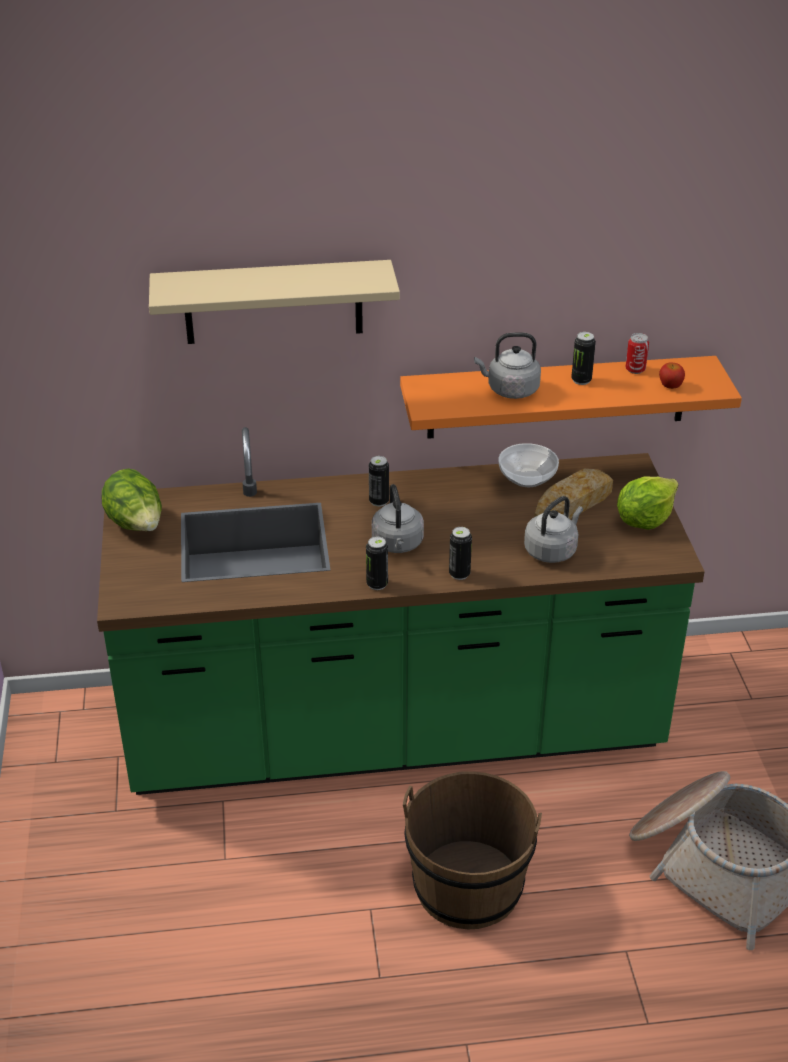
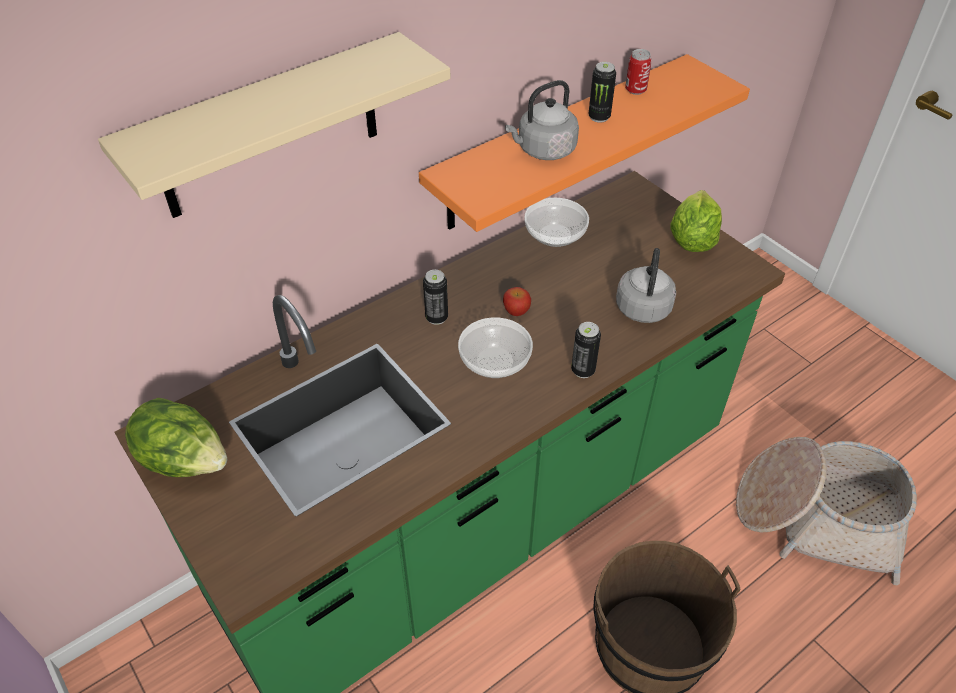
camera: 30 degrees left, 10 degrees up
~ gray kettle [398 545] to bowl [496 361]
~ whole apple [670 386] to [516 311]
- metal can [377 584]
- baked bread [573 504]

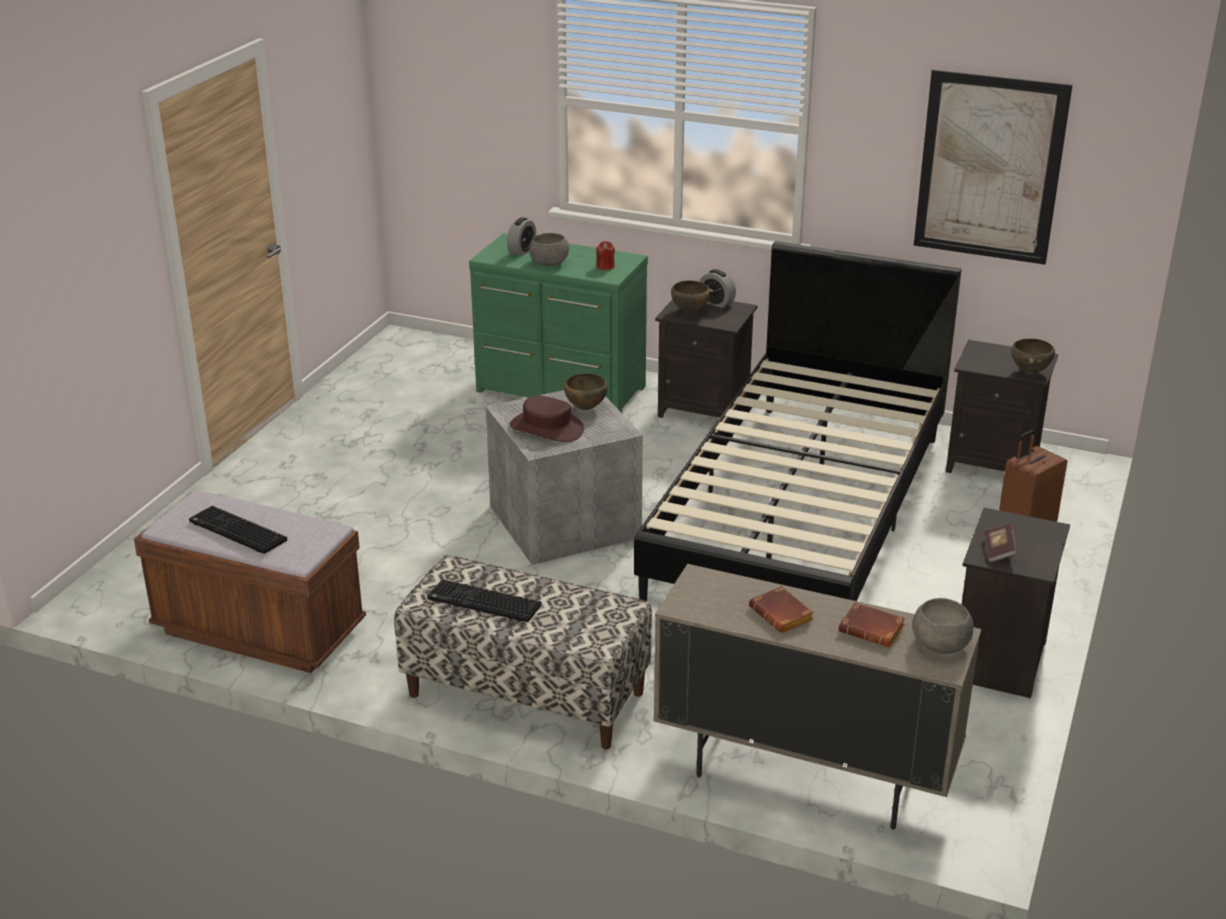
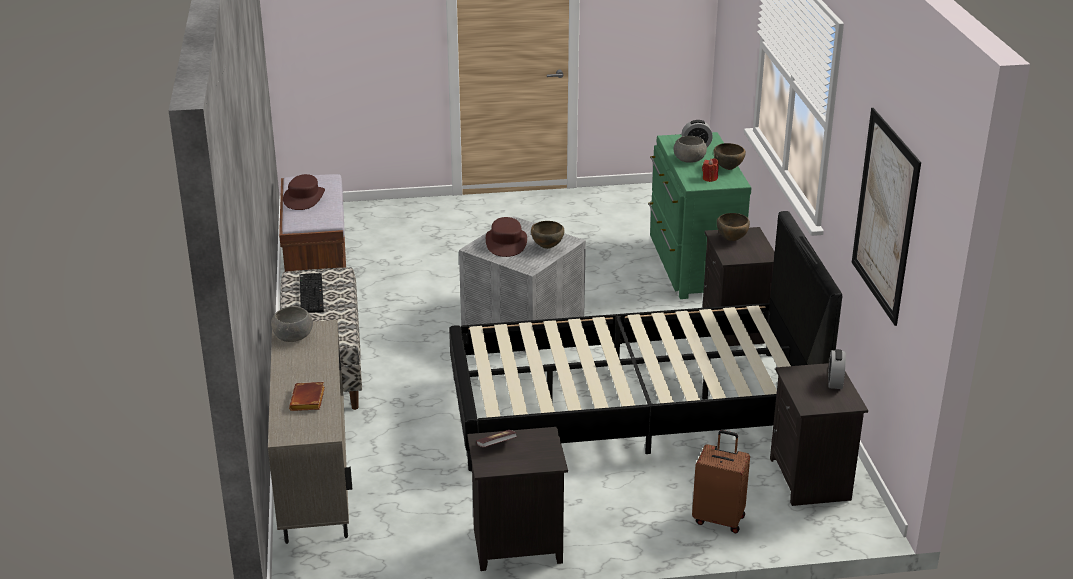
camera: 60 degrees right, 0 degrees up
~ gray bowl [941 644] to [293 336]
~ keyboard [235 532] to brownish hat [304 198]
~ brownish bowl [1030 372] to [728 168]
~ table clock [716 302] to [835 382]
- brownish volume [783 615]

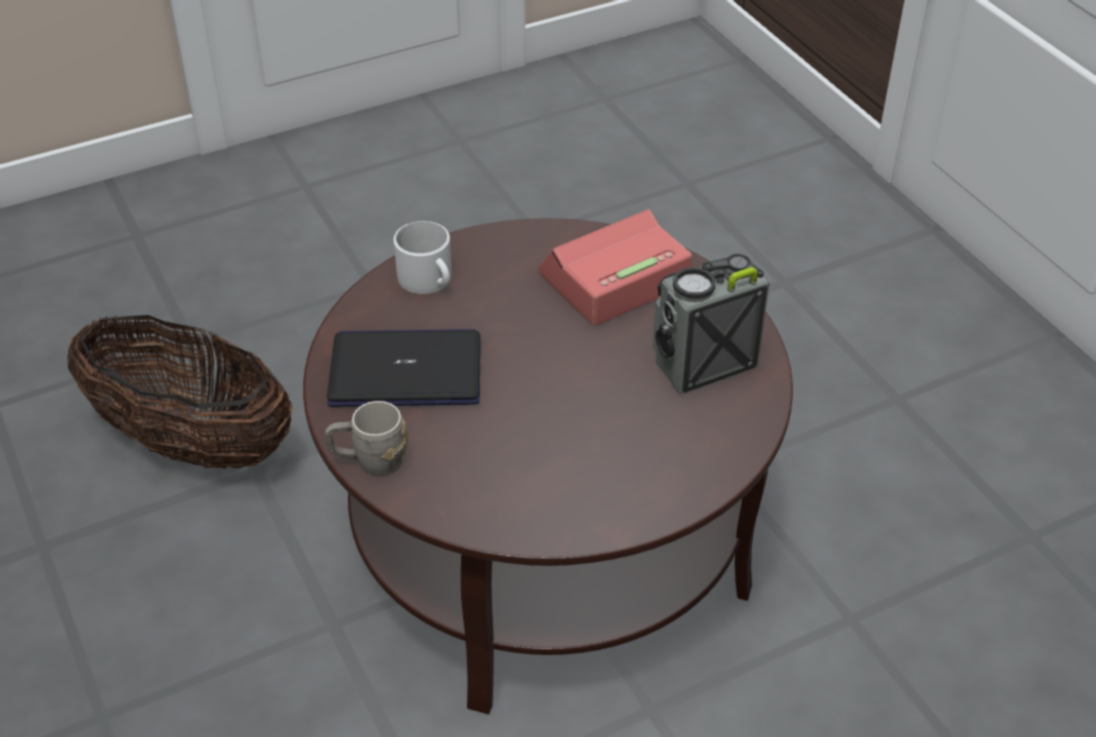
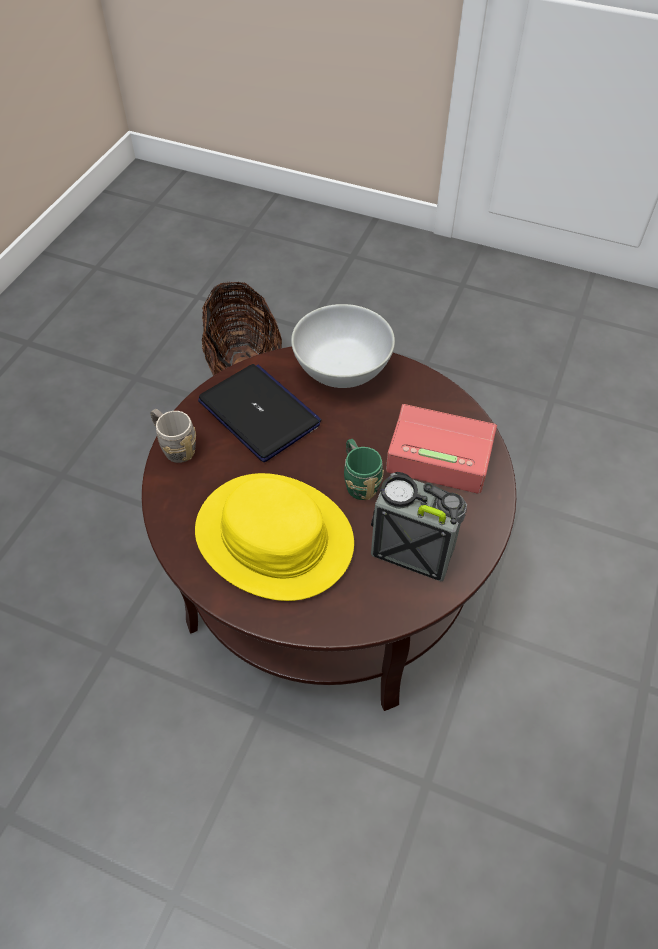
camera: 50 degrees right, 10 degrees up
+ yellowish hat [274 537]
~ whitish mug [428 280] to whitish bowl [342 371]
+ greenish mug [359 481]

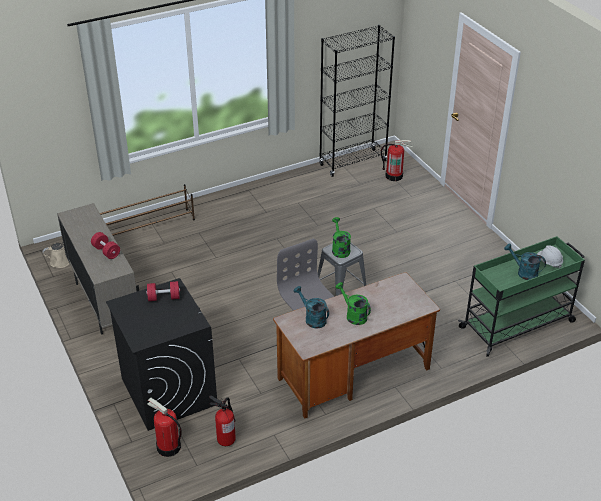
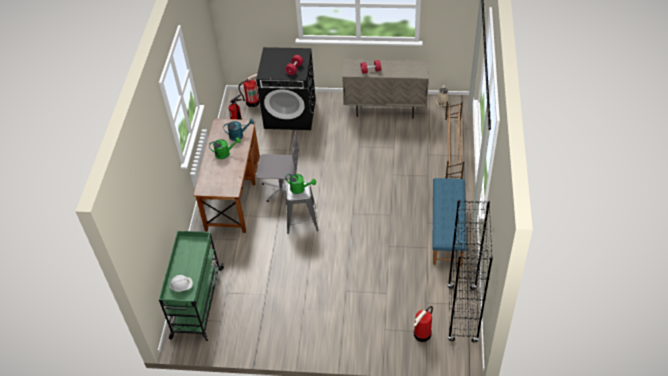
camera: 125 degrees right, 10 degrees up
+ blue-coloured long seat [447 231]
- turquoise-coloured watering pot [523 272]

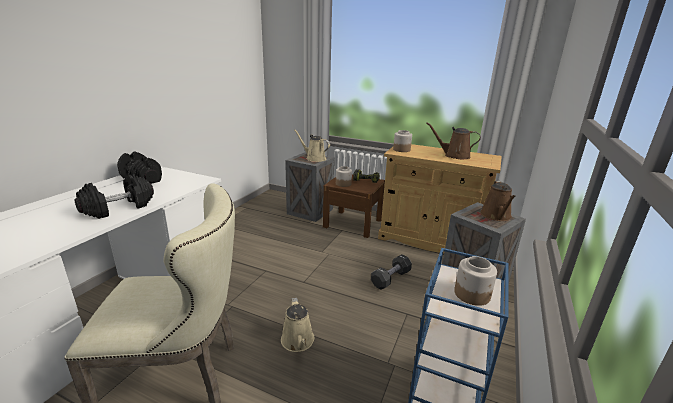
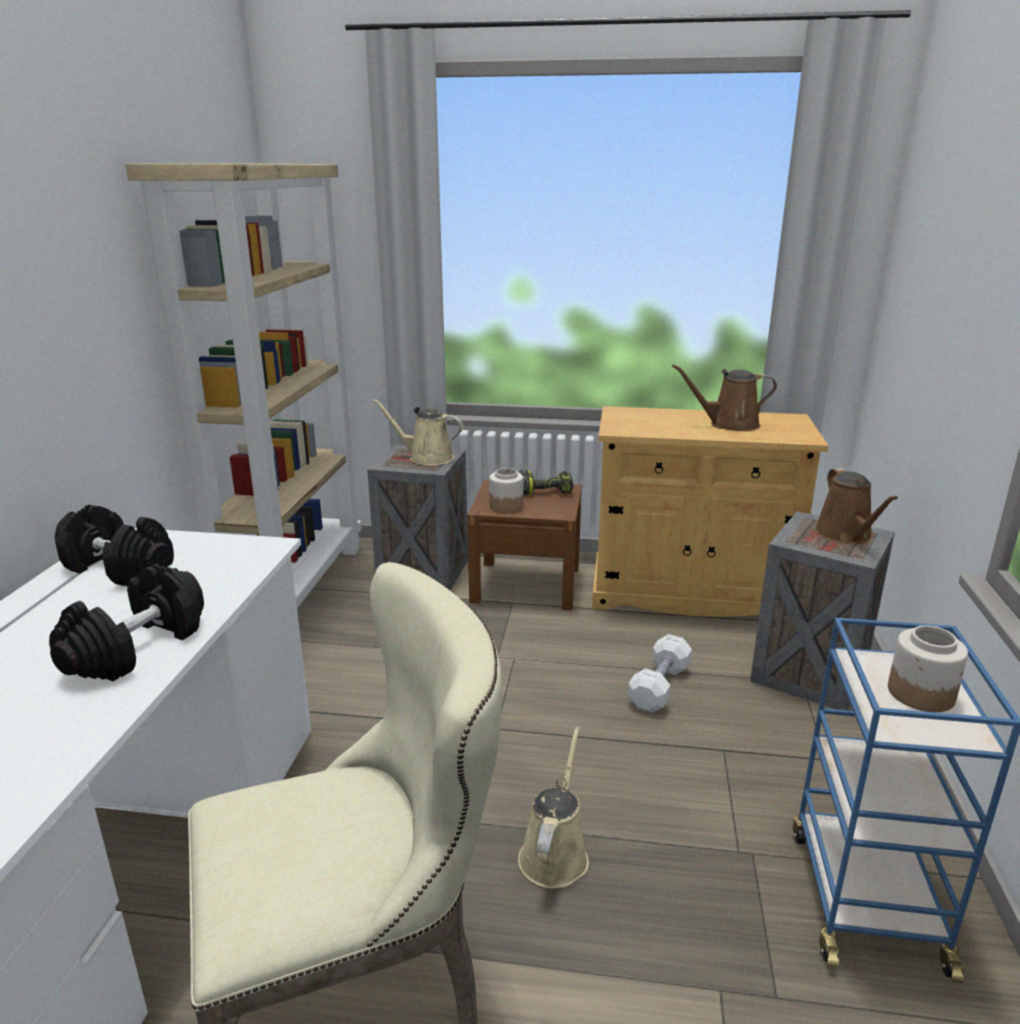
camera: 15 degrees left, 0 degrees up
+ beige shelving unit [295 588]
~ beige watering pot [298 342] = [555 853] 135 degrees counterclockwise
~ blackish free weight [390 278] to whitish free weight [659 687]
- jar [401 150]

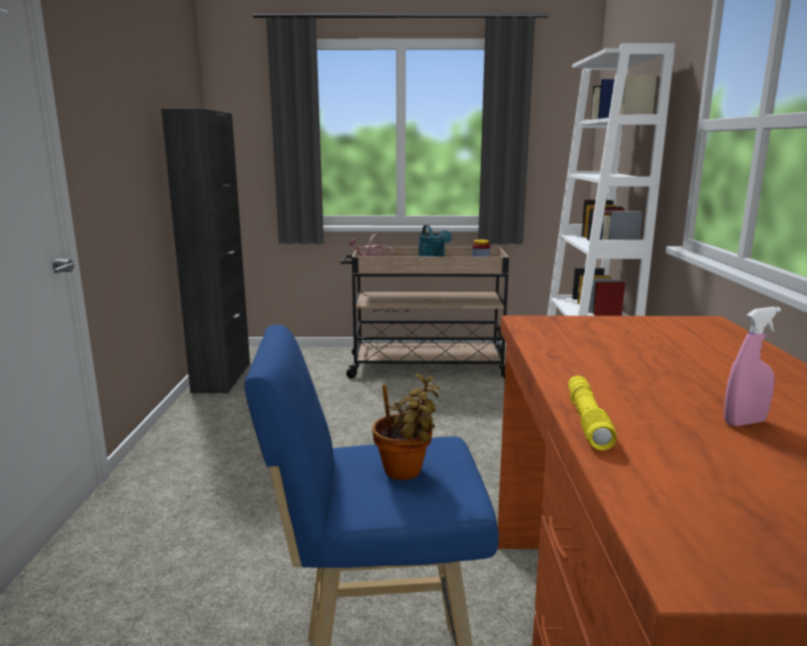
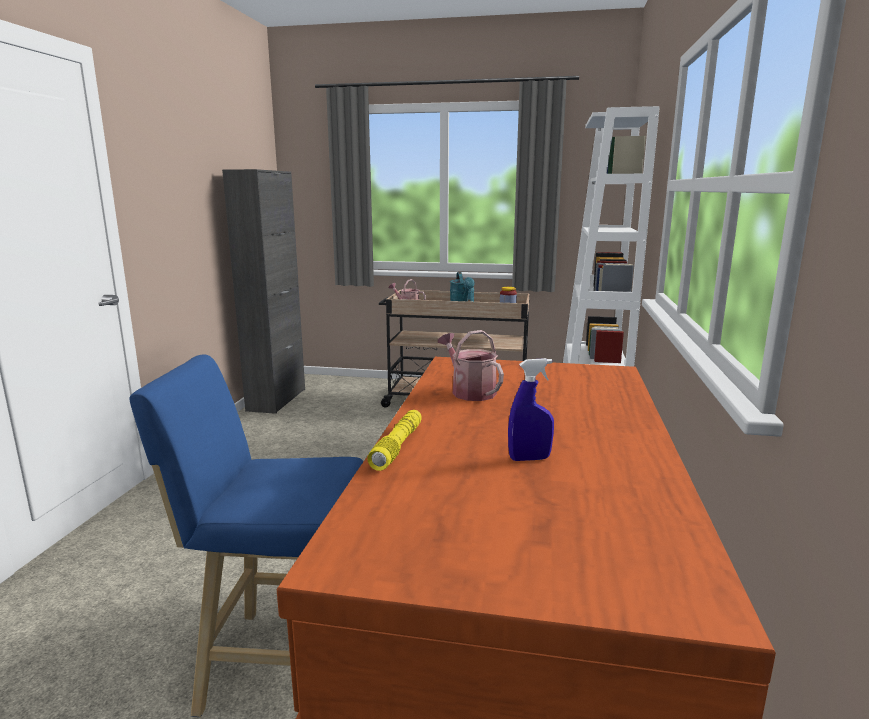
camera: 10 degrees right, 0 degrees up
+ watering pot [470 391]
~ pinkish spray bottle [744 422] to blue-coloured spray bottle [529 458]
- potted plant [406 472]

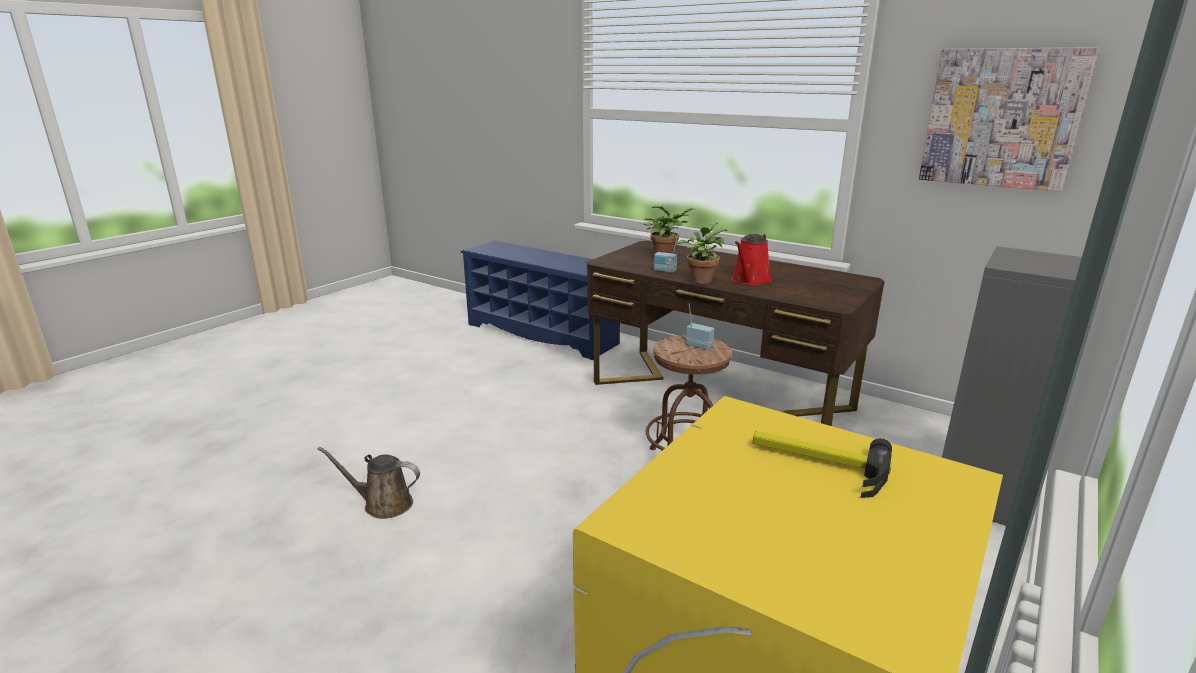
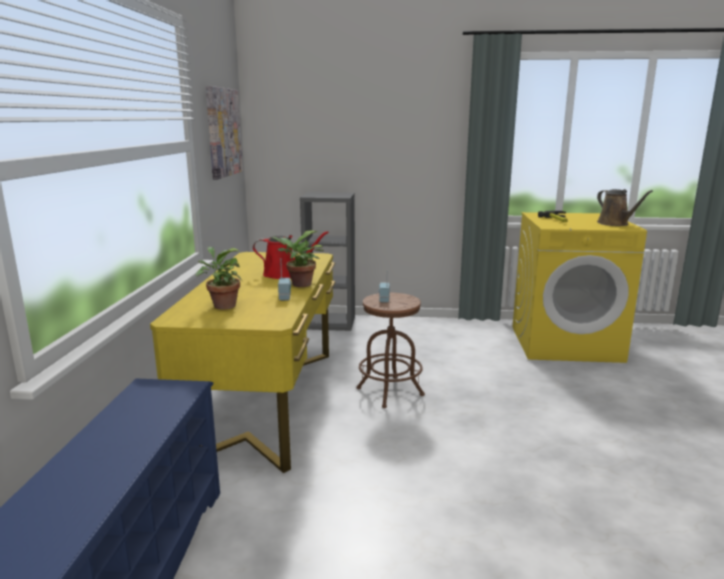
camera: 120 degrees left, 5 degrees down
~ brownish desk unit [719 396] to yellowish desk unit [266 400]
~ brownish watering pot [383 504] to [615 224]

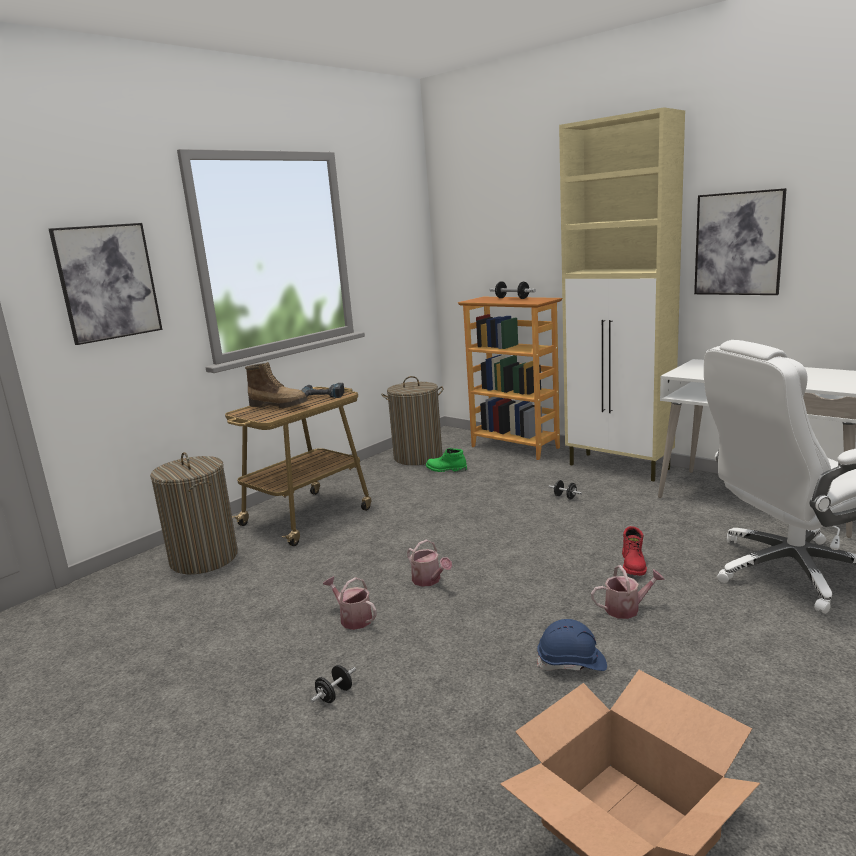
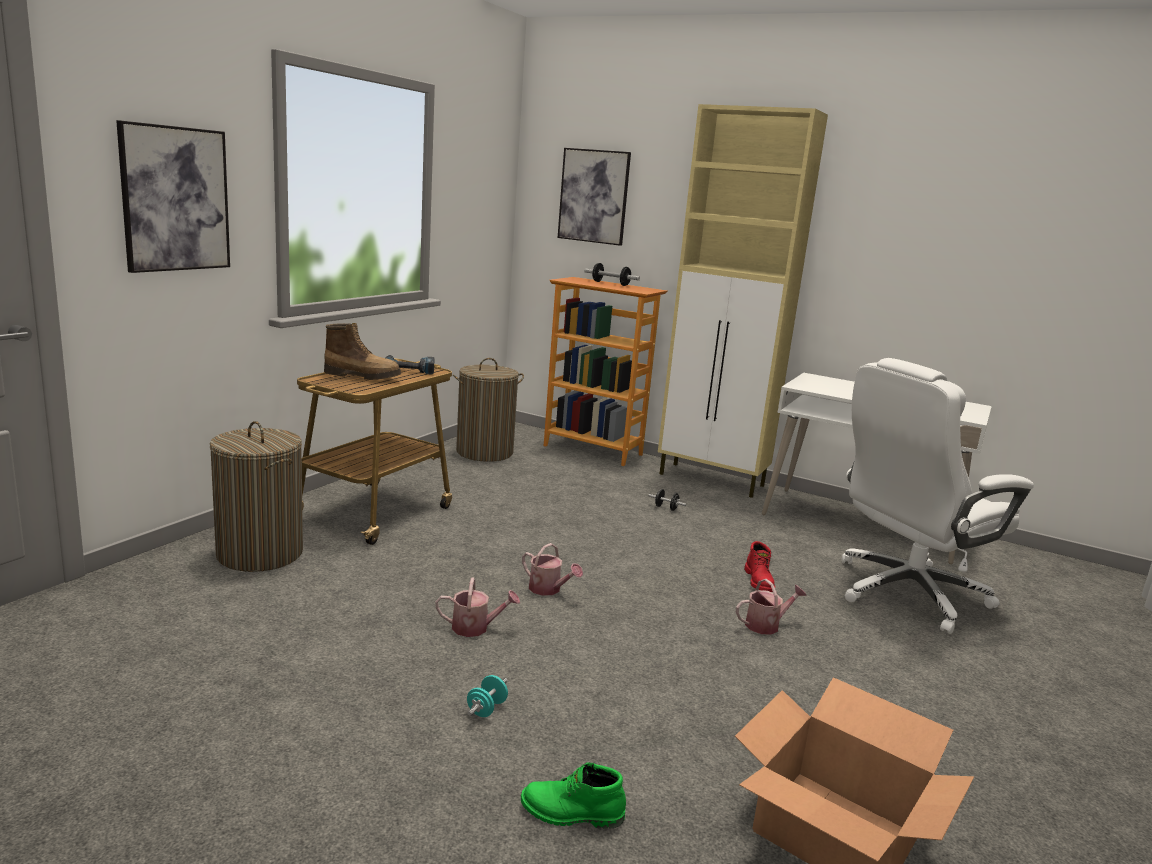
camera: 15 degrees left, 0 degrees up
~ watering pot [353 618] = [475 627] 150 degrees clockwise
~ blackish free weight [335 695] to turquoise-coloured free weight [486 709]
~ greenish high-top boot [446 469] to [571 814]
~ picture [738 244] to [594 196]
- blue-coloured work helmet [572 663]

